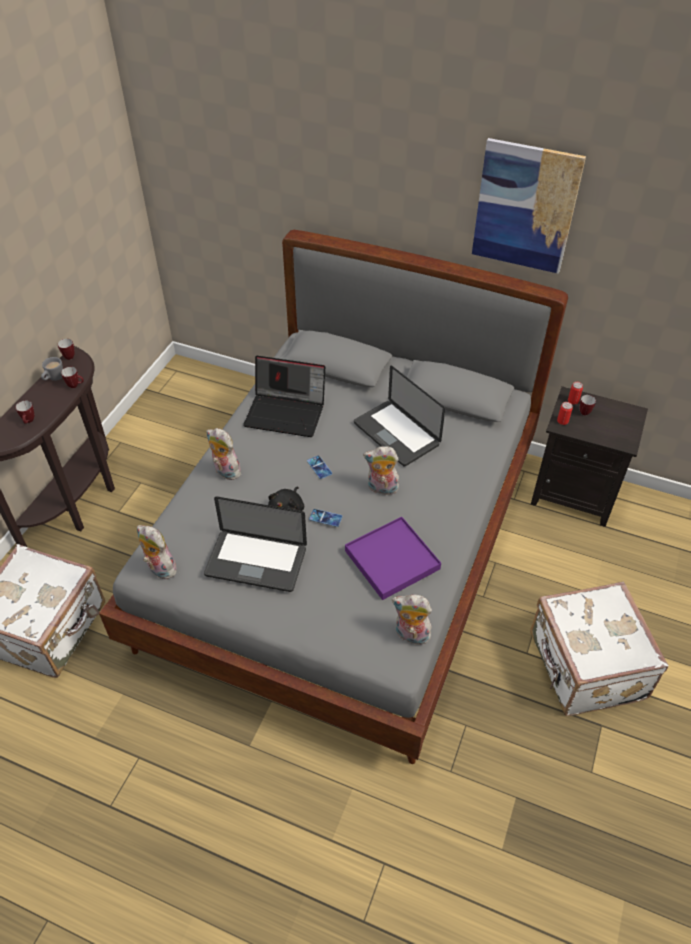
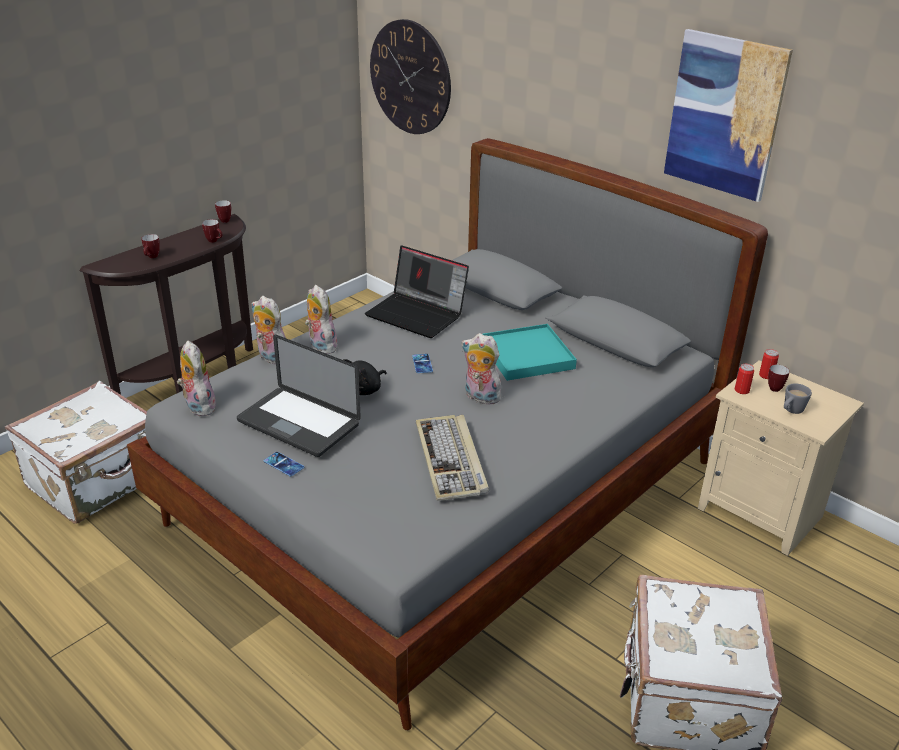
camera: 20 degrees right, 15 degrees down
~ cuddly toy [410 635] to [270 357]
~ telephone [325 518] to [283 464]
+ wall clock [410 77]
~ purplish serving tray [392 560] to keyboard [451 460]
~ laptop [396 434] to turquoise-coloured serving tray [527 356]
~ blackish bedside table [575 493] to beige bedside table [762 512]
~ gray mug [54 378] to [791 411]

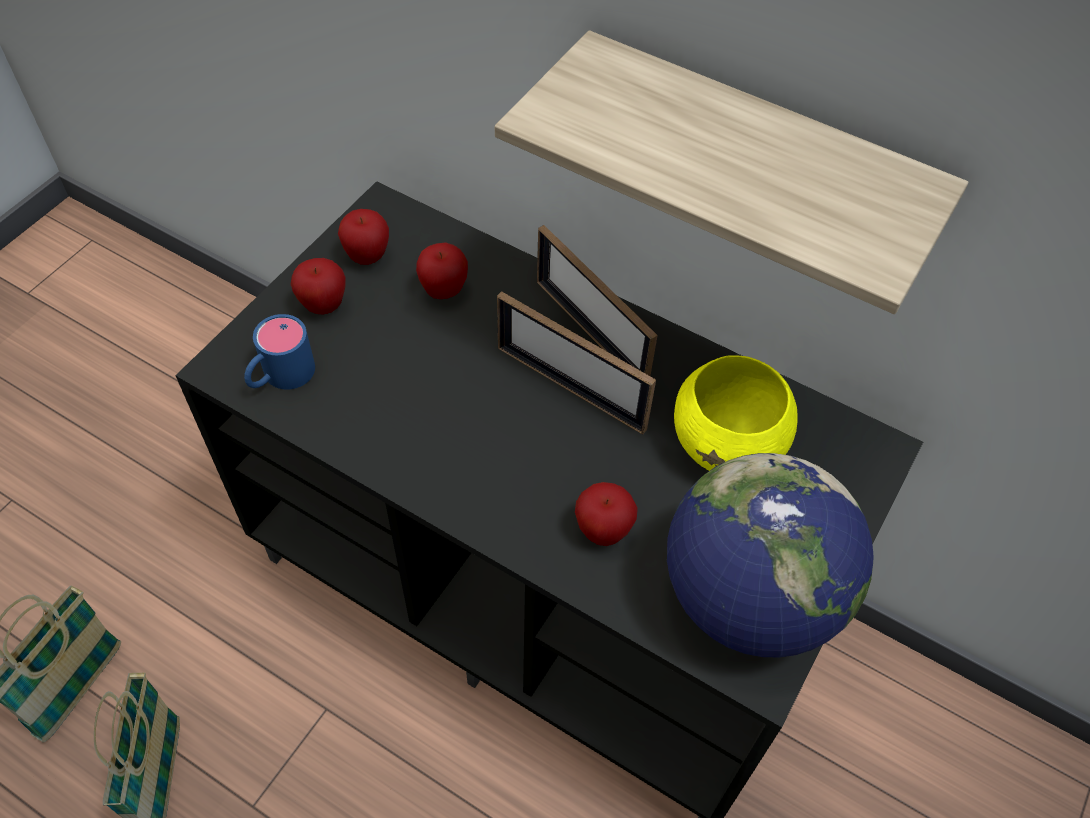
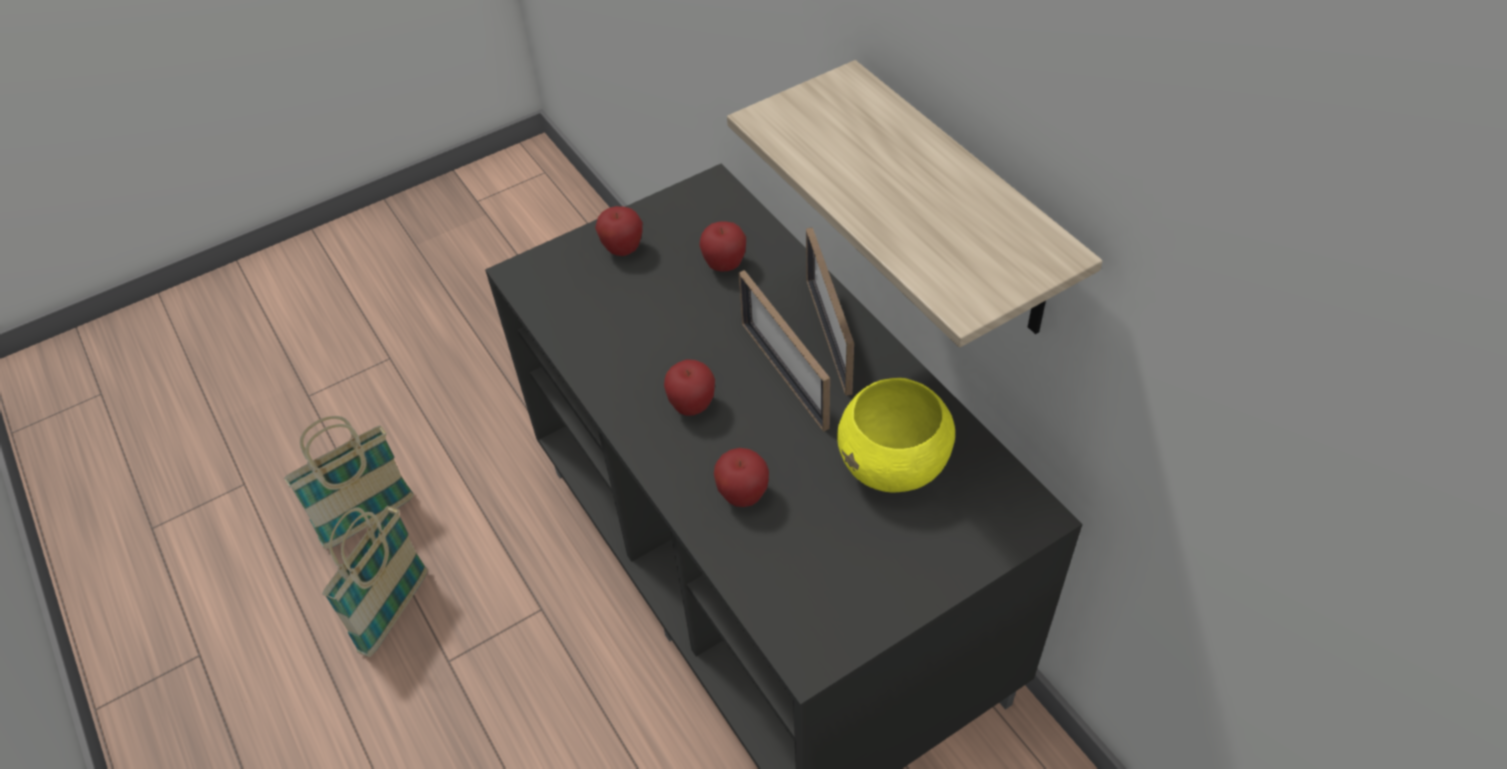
camera: 30 degrees right, 5 degrees down
~ whole apple [367 256] to [692 406]
- blue-coloured mug [280 376]
- globe [749 597]

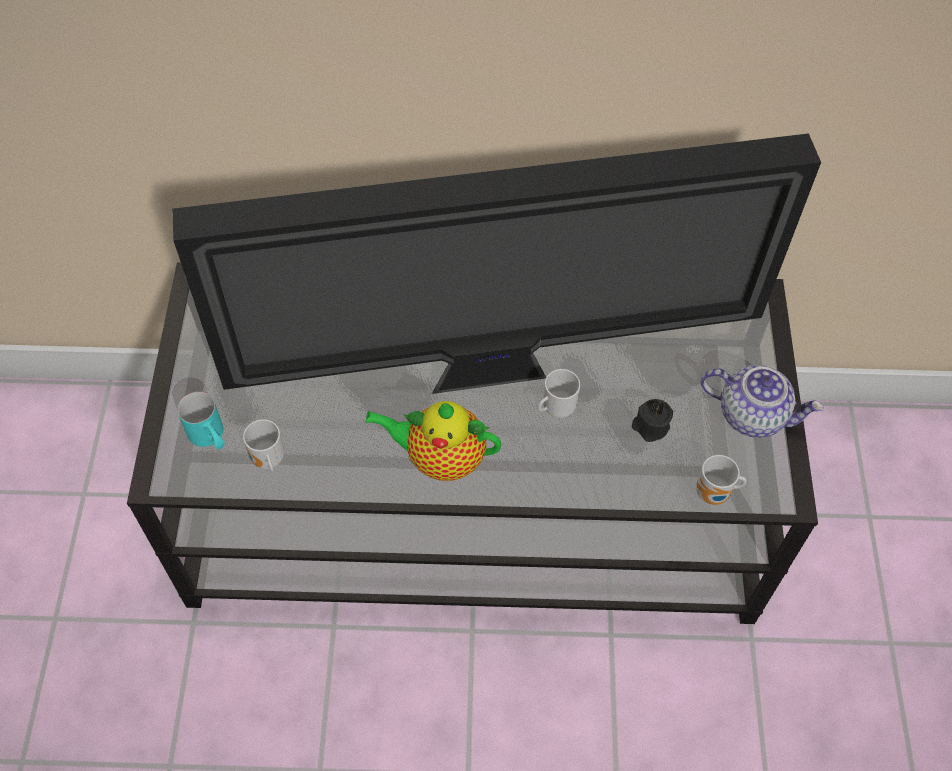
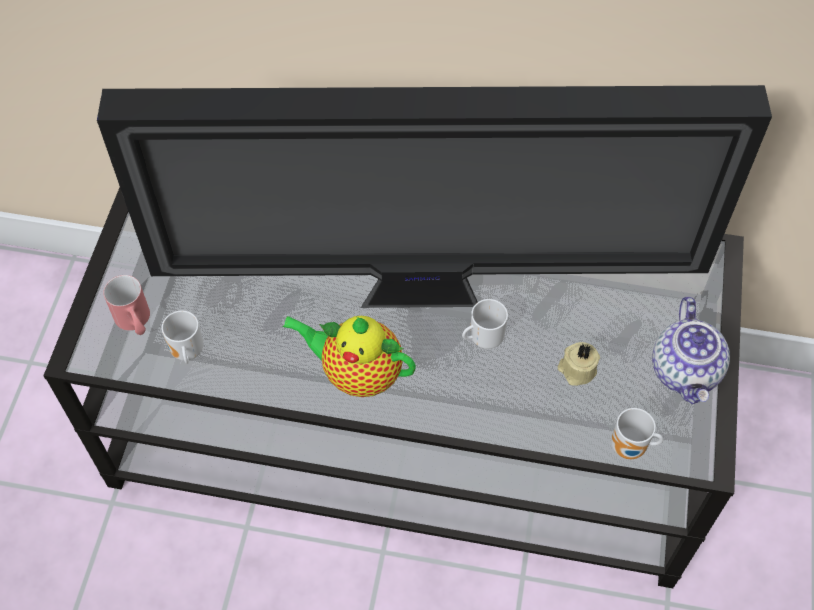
camera: 10 degrees right, 0 degrees up
~ turquoise-coloured mug [210 438] to red-coloured mug [135 323]
~ blackish candle [650 426] to beige candle [576 370]
~ tea pot [753 414] = [686 371] 60 degrees clockwise

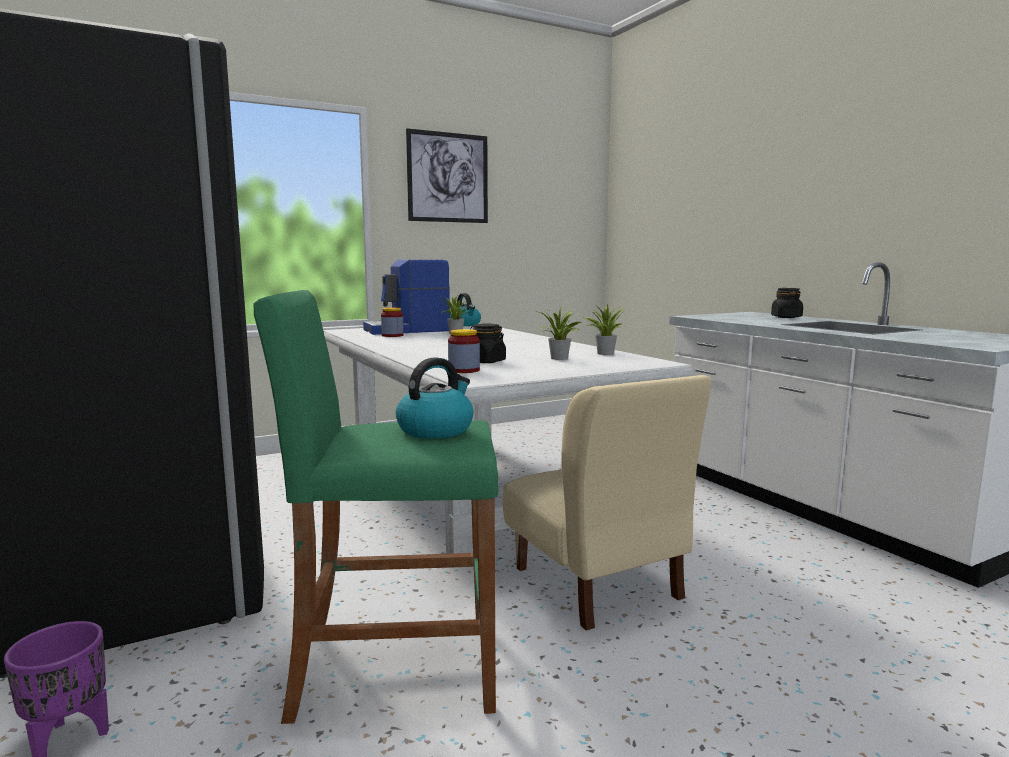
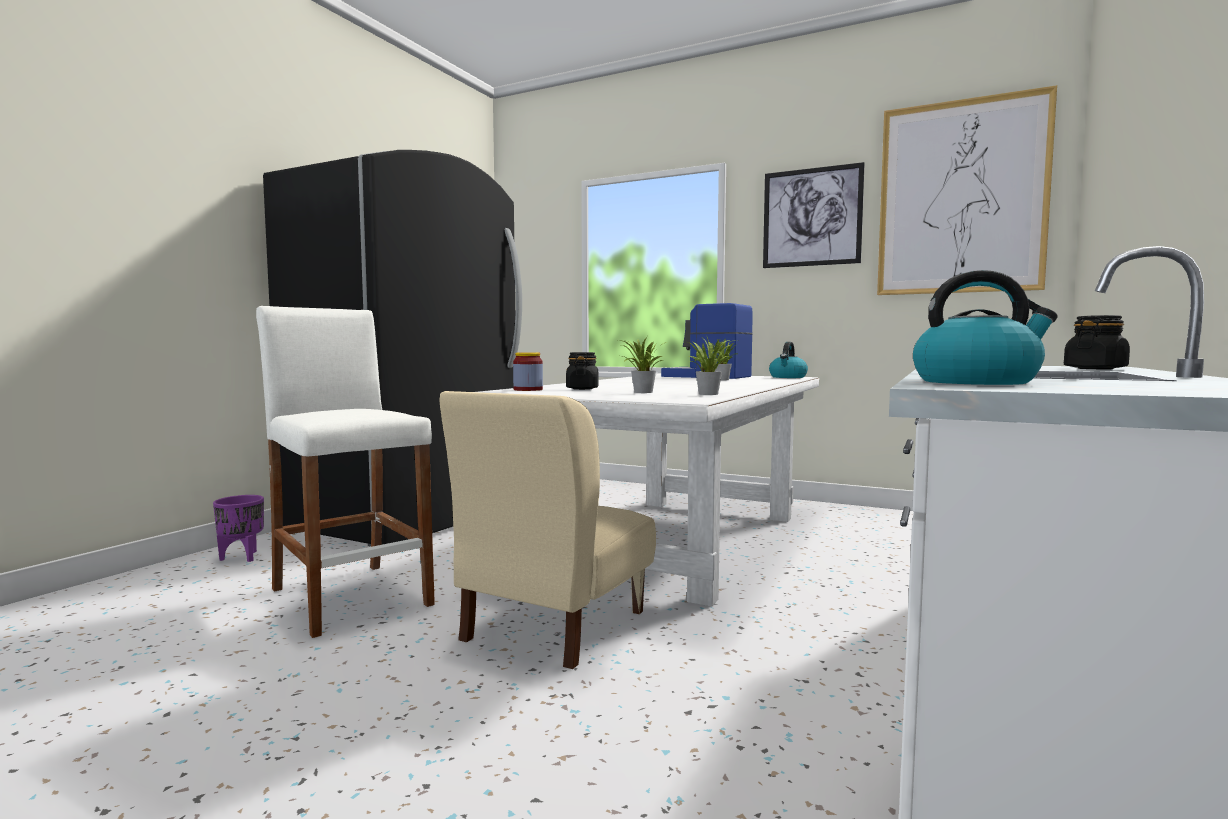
camera: 55 degrees right, 5 degrees down
~ greenish stool [394 668] to whitish stool [350 597]
+ picture [961 198]
~ kettle [436 430] to [977 382]
- jar [392 335]

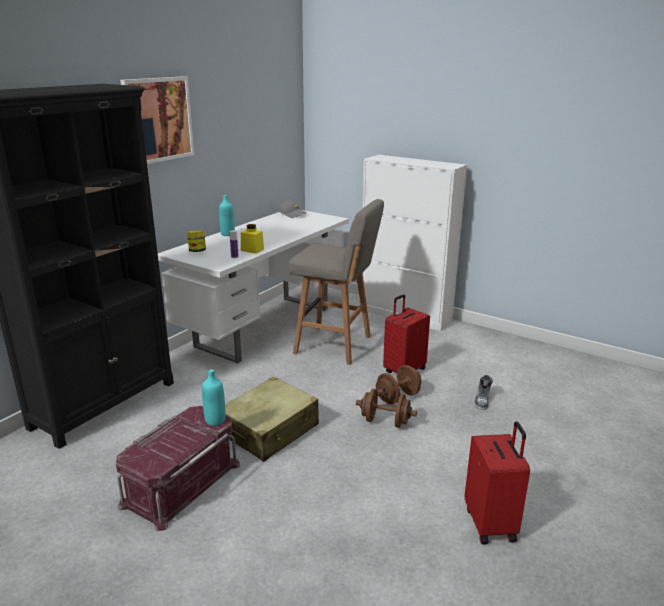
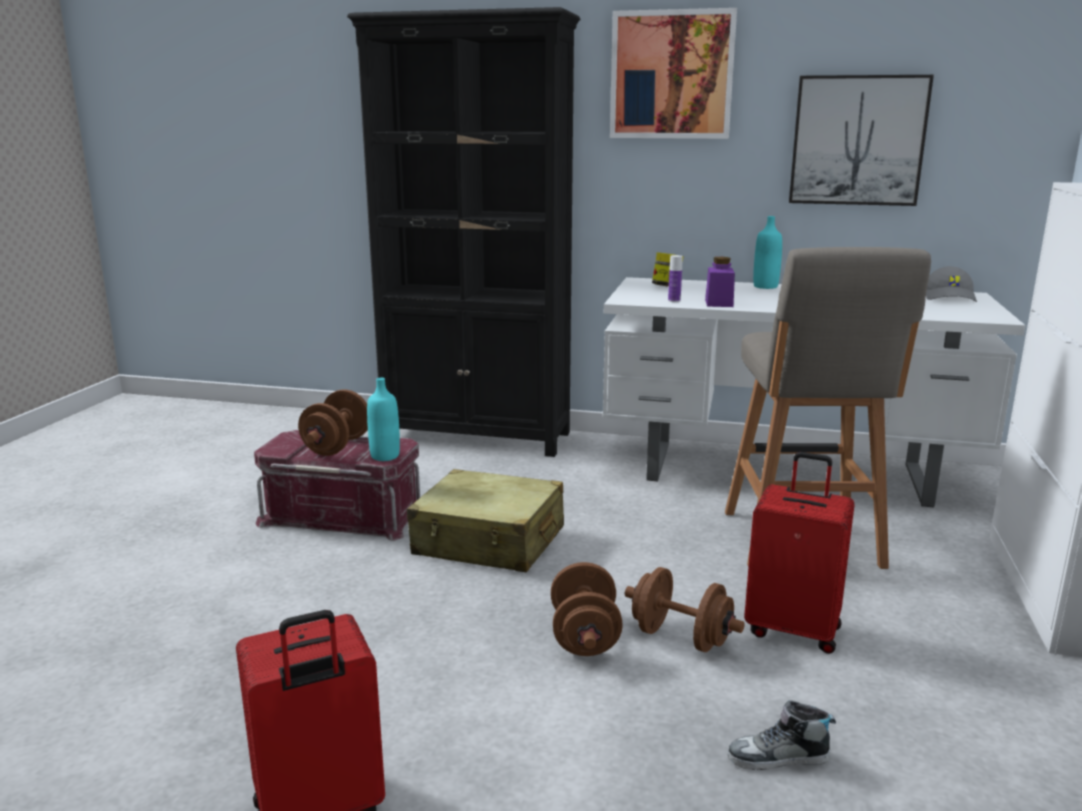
camera: 70 degrees right, 5 degrees down
+ brownish free weight [337 446]
~ yellowish jar [252 250] to purplish jar [719 303]
+ picture [857 140]

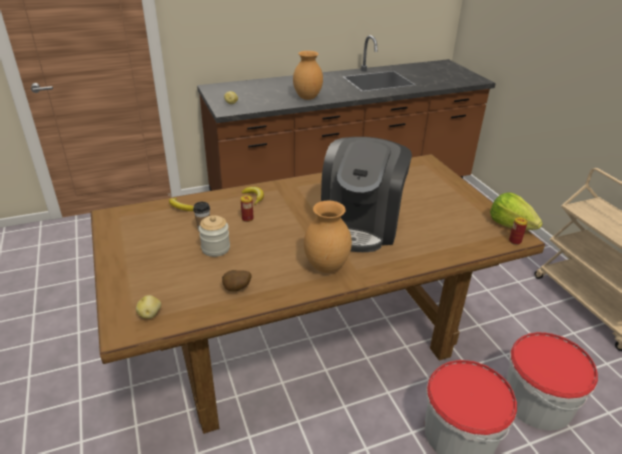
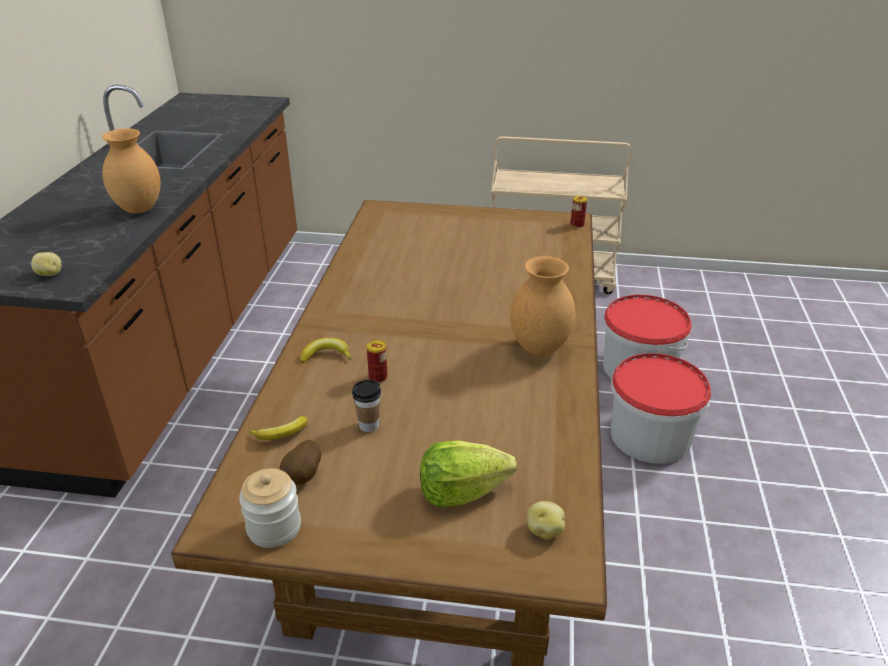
camera: 60 degrees left, 0 degrees up
~ jar [215 248] to [274 528]
~ whole potato [237 289] to [304 477]
~ lettuce head [511 225] to [461 491]
- coffee machine [361 225]

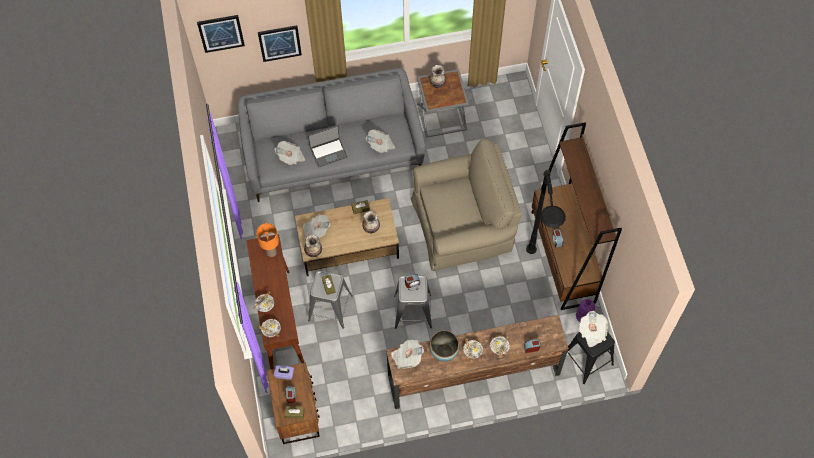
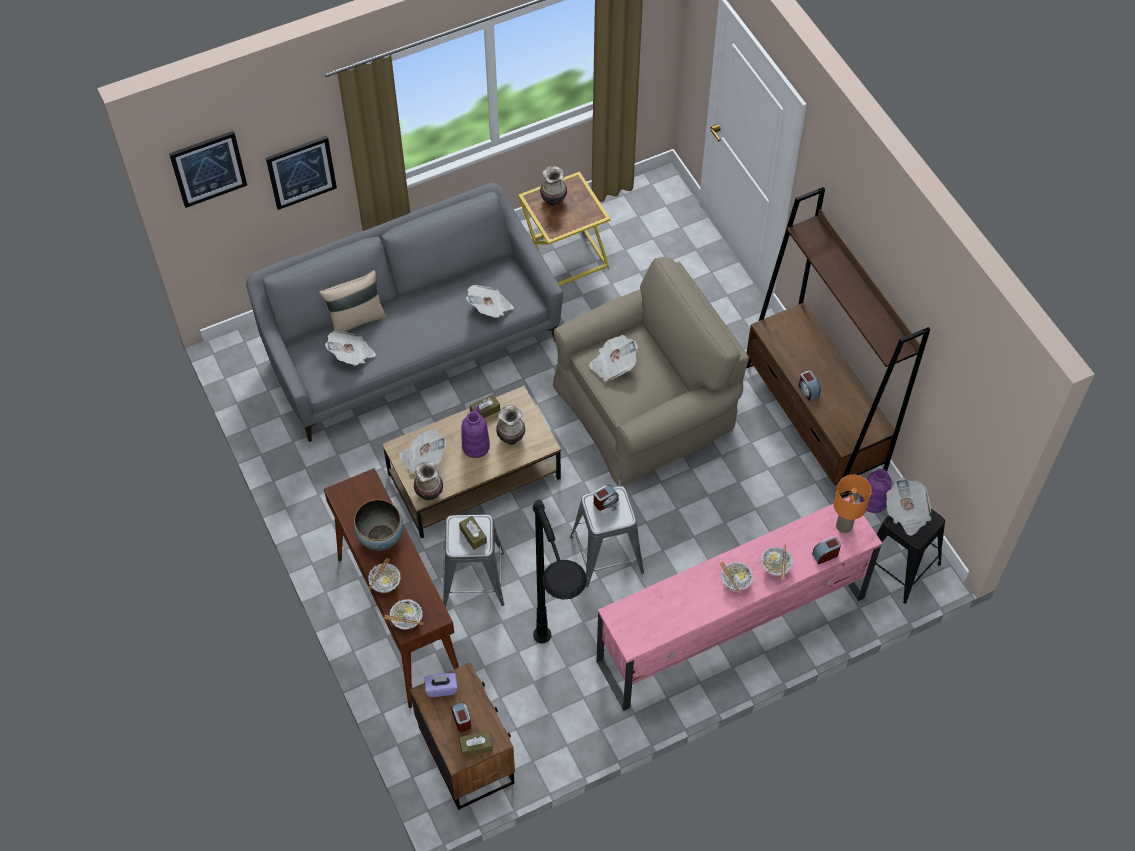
camera: 15 degrees left, 5 degrees down
+ beige cushion [356 320]
~ bowl [444 352] to [381 538]
+ purplish flower vase [475 446]
~ gray accent table [442 116] to yellowish accent table [564 253]
~ blackish floor lamp [534 279] to [558 686]
~ newspaper [407 357] to [613 365]
~ brownish tv unit [473 375] to pinkish tv unit [730 629]
~ orange-coloured table lamp [271 252] to [844 526]
- laptop [328 152]

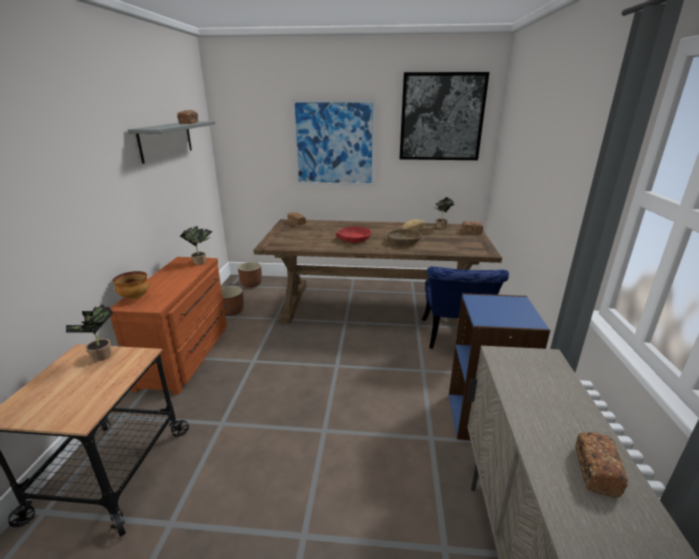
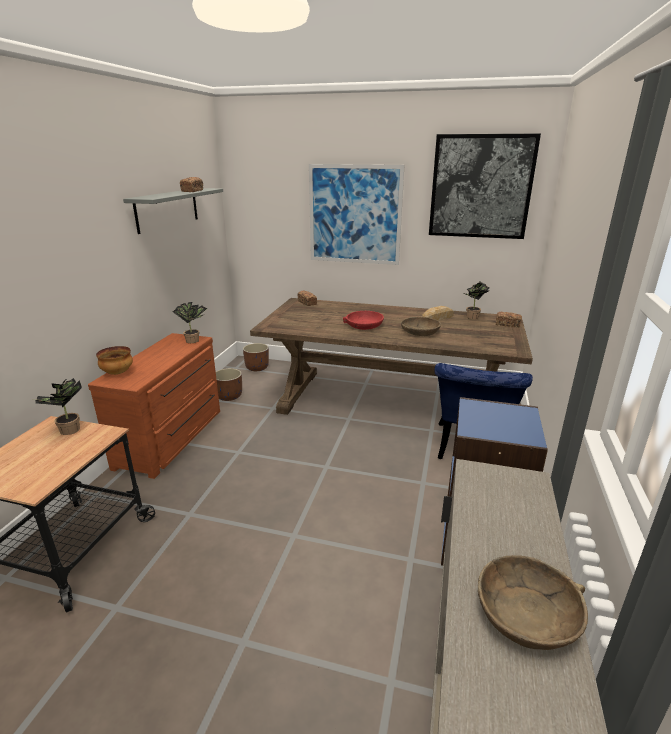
camera: 10 degrees right, 0 degrees up
~ baked bread [595 471] to brownish bowl [527 613]

